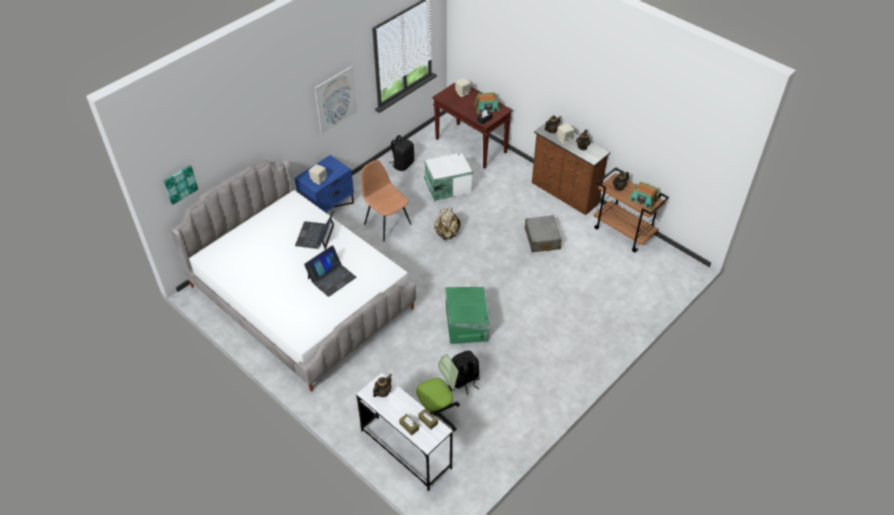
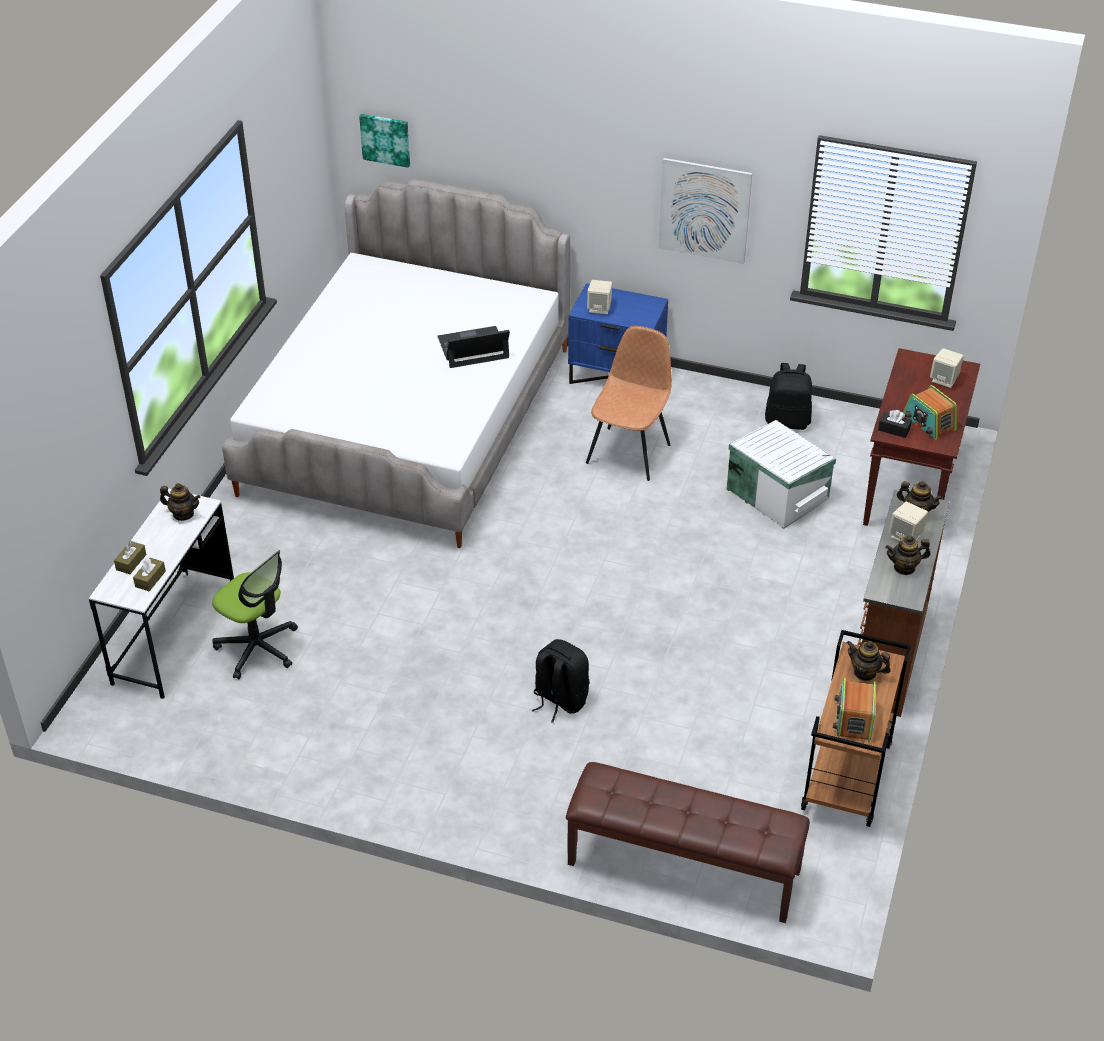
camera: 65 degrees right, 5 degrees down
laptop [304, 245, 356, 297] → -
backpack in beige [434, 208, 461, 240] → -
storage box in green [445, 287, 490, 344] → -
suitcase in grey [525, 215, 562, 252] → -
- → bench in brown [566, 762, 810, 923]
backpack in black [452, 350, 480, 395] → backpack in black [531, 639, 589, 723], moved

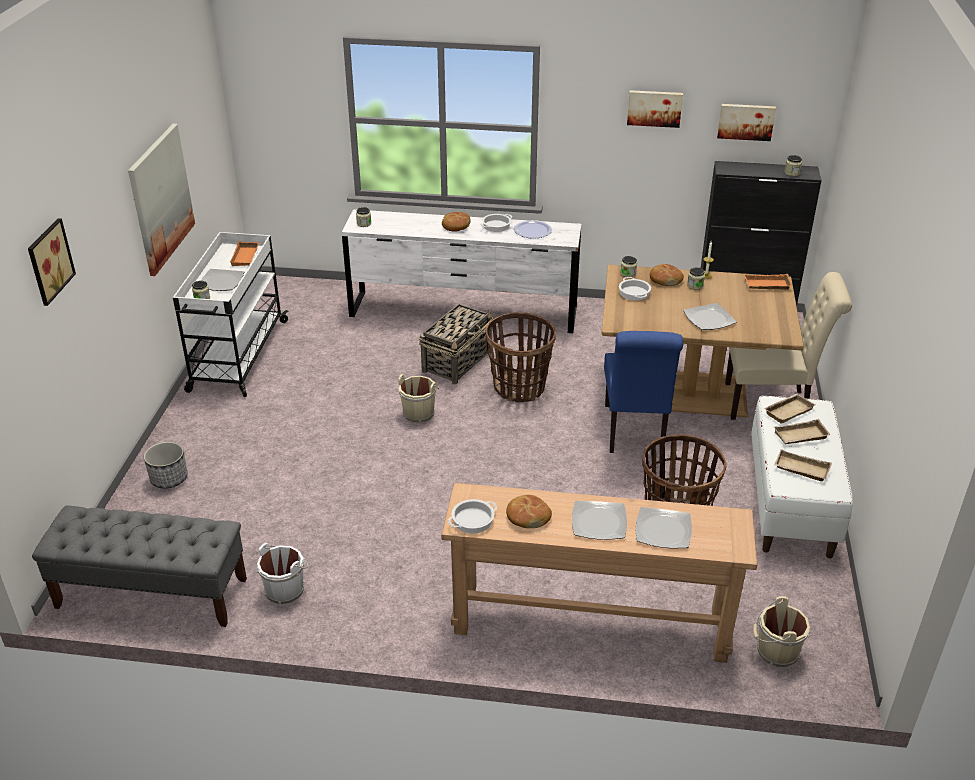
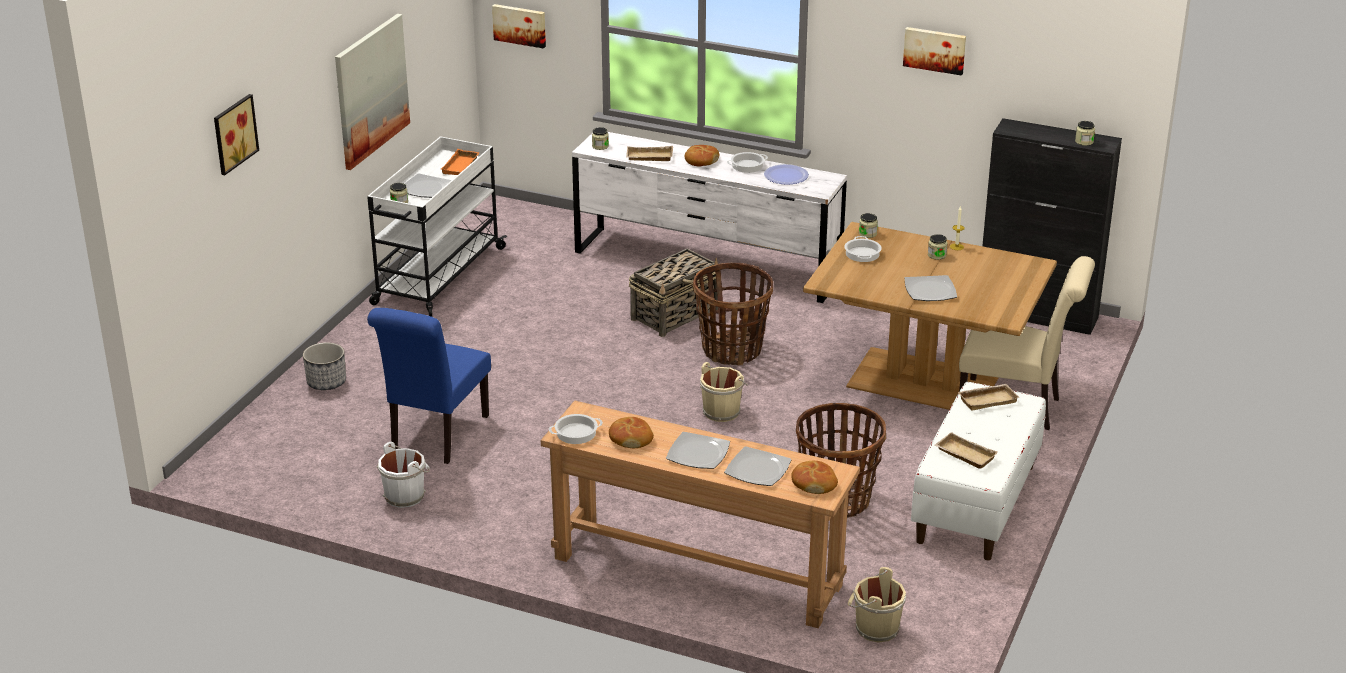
camera: 15 degrees right, 5 degrees down
bench in grey [32, 506, 247, 627] → -
tray in orange [744, 274, 792, 290] → -
bucket in beige [398, 374, 439, 423] → bucket in beige [700, 362, 748, 422], moved
chair in blue [604, 331, 683, 454] → chair in blue [367, 308, 491, 464], moved
bread [650, 264, 684, 286] → bread [791, 461, 838, 494], moved
picture [717, 104, 776, 141] → picture [492, 4, 546, 49], moved
tray in beige [774, 419, 831, 444] → tray in beige [626, 146, 673, 161], moved

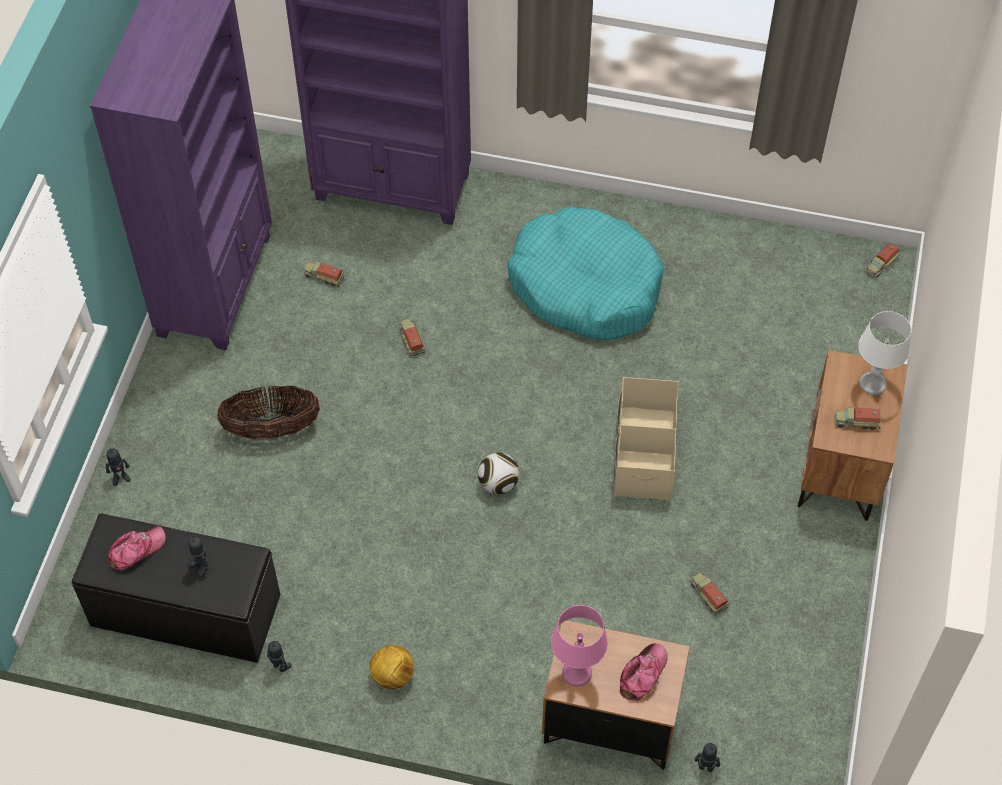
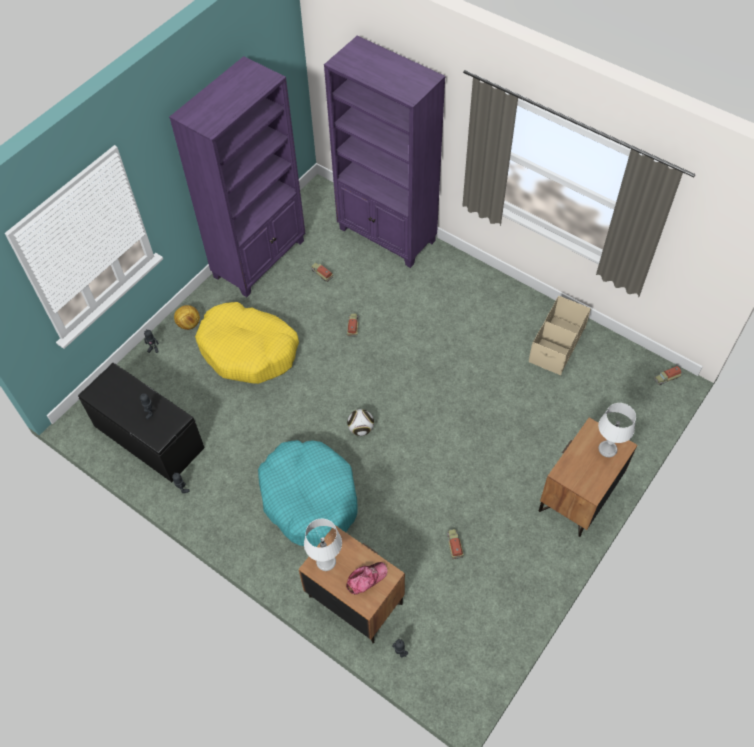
camera: 25 degrees right, 0 degrees up
cap [108, 526, 166, 571] → -
toy truck [834, 407, 881, 430] → -
football [370, 645, 414, 689] → football [174, 305, 200, 330], moved
dog bed in turquoise [507, 207, 664, 340] → dog bed in turquoise [258, 440, 358, 547], moved
storage box in beige [614, 377, 679, 500] → storage box in beige [529, 296, 591, 375], moved
basket [217, 385, 320, 439] → dog bed in yellow [195, 302, 299, 384]
table lamp in pink [551, 605, 608, 686] → table lamp in white [304, 519, 342, 571]

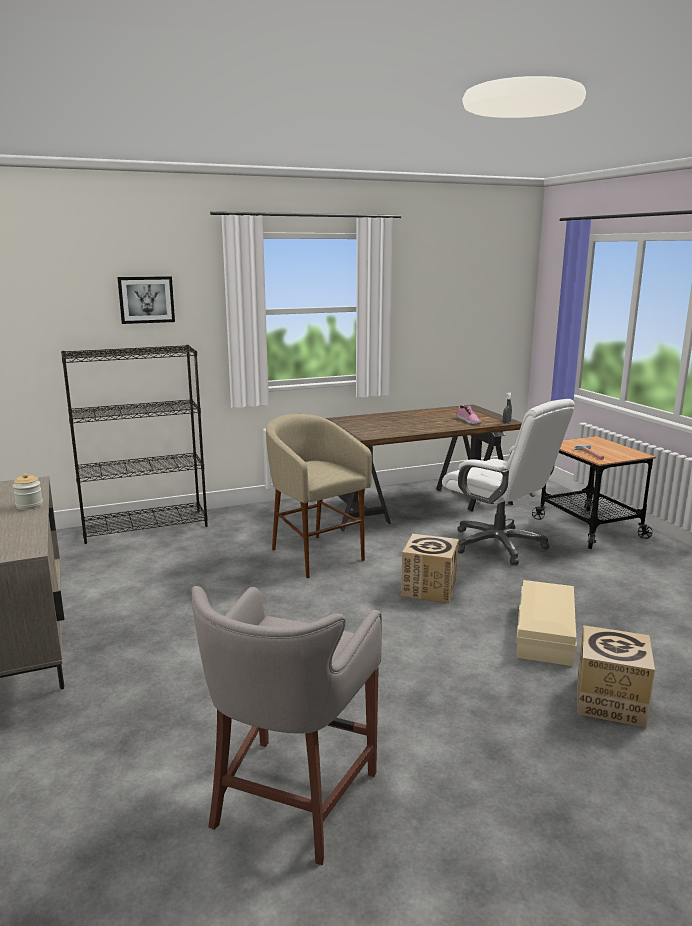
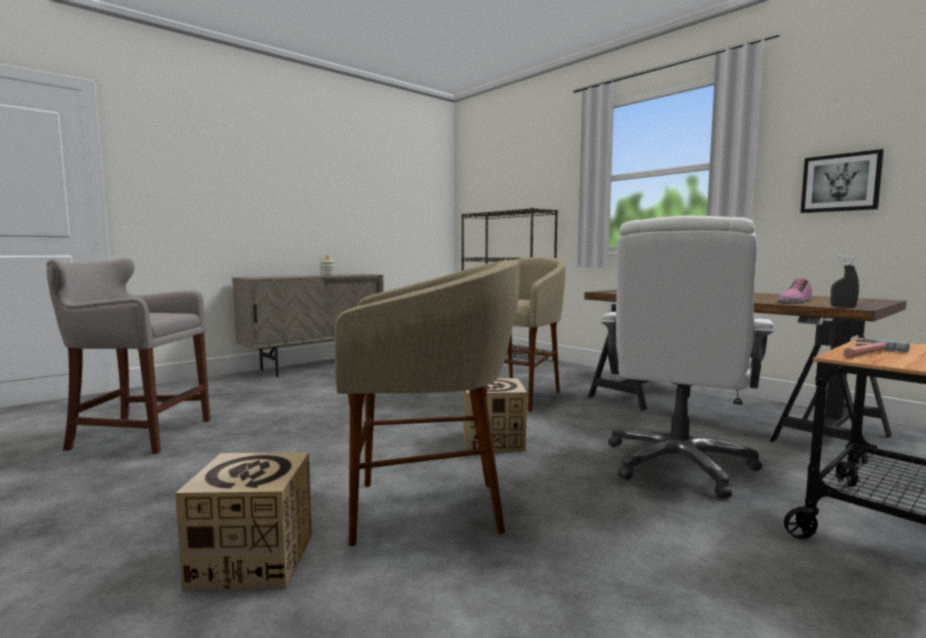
camera: 70 degrees right, 10 degrees down
picture [117, 276, 175, 324] → picture [800, 149, 884, 213], moved
storage box in beige [516, 580, 577, 666] → stool in beige [335, 260, 520, 546]

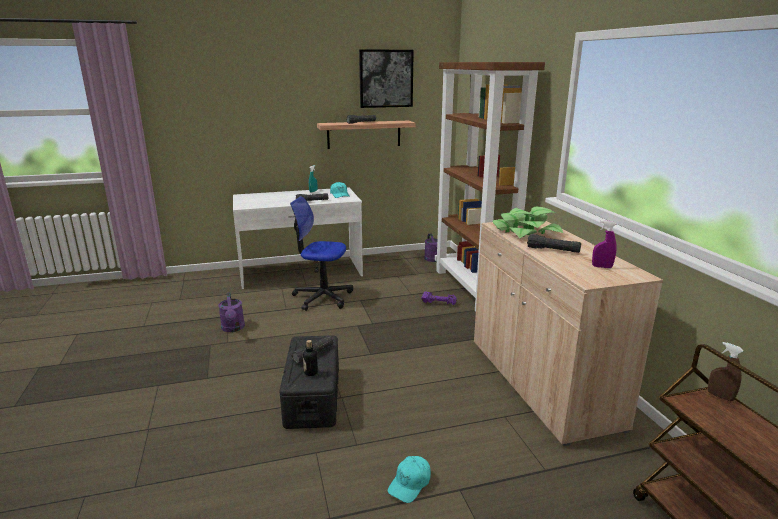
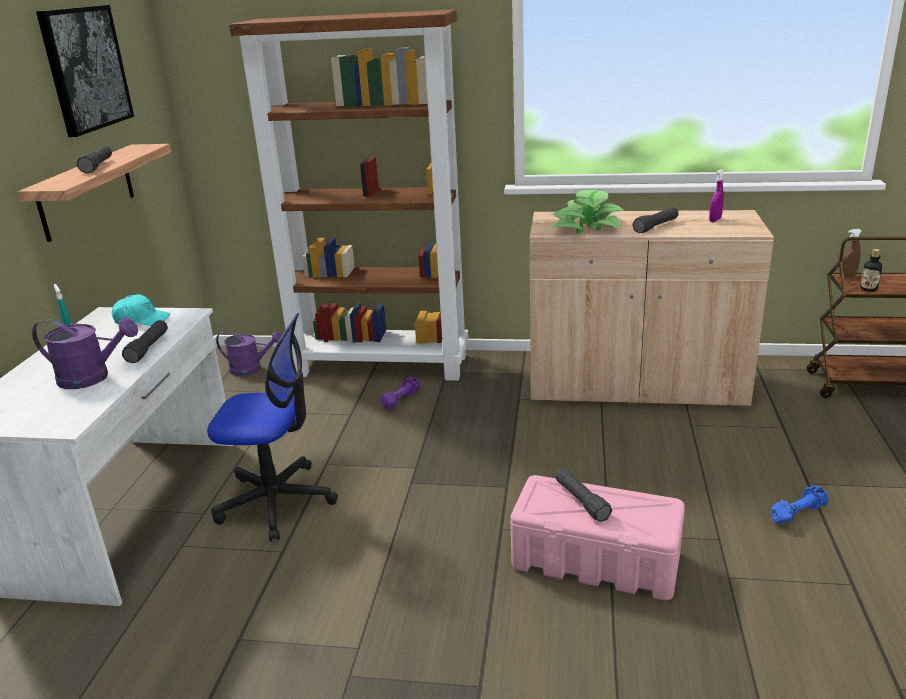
camera: 65 degrees left, 5 degrees up
watering can in purple [218, 292, 245, 332] → watering can in purple [32, 317, 138, 389], moved
bottle [303, 340, 318, 376] → bottle [860, 249, 882, 292], moved
cap in turquoise [388, 456, 431, 503] → dumbbell in blue [771, 485, 828, 525]
storage box in black [279, 335, 339, 429] → storage box in pink [510, 475, 685, 600]
office chair [290, 196, 353, 311] → office chair [207, 313, 338, 542], 120 degrees counterclockwise

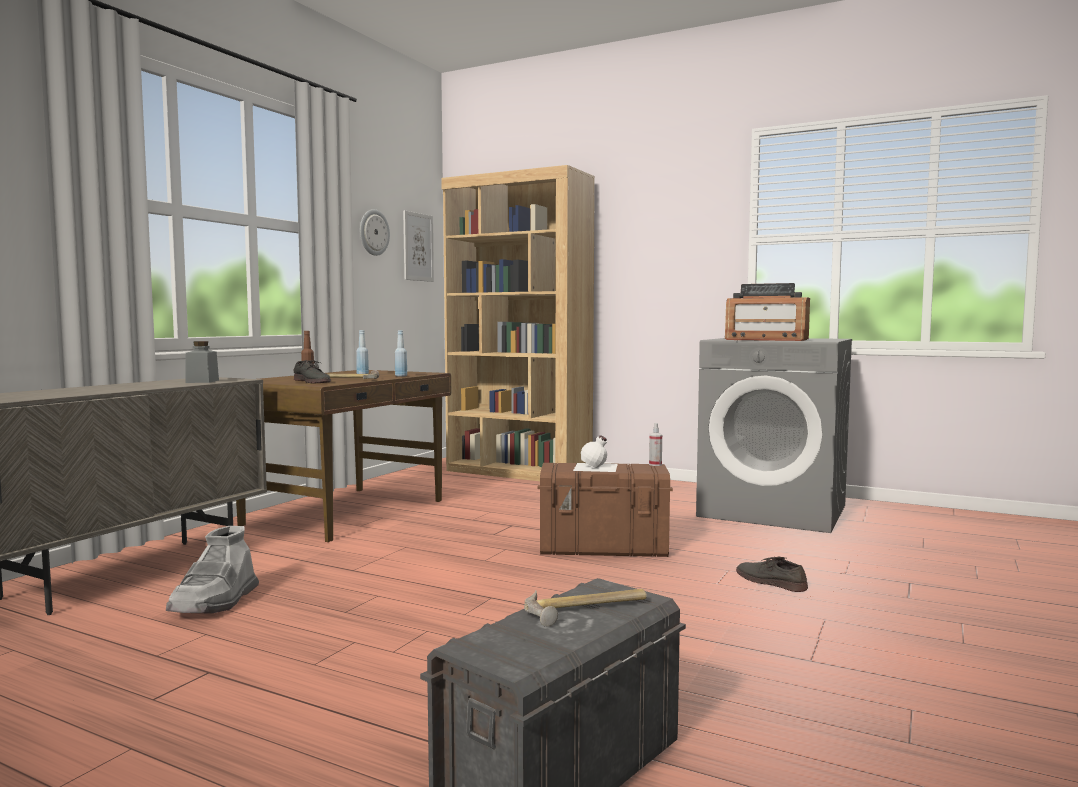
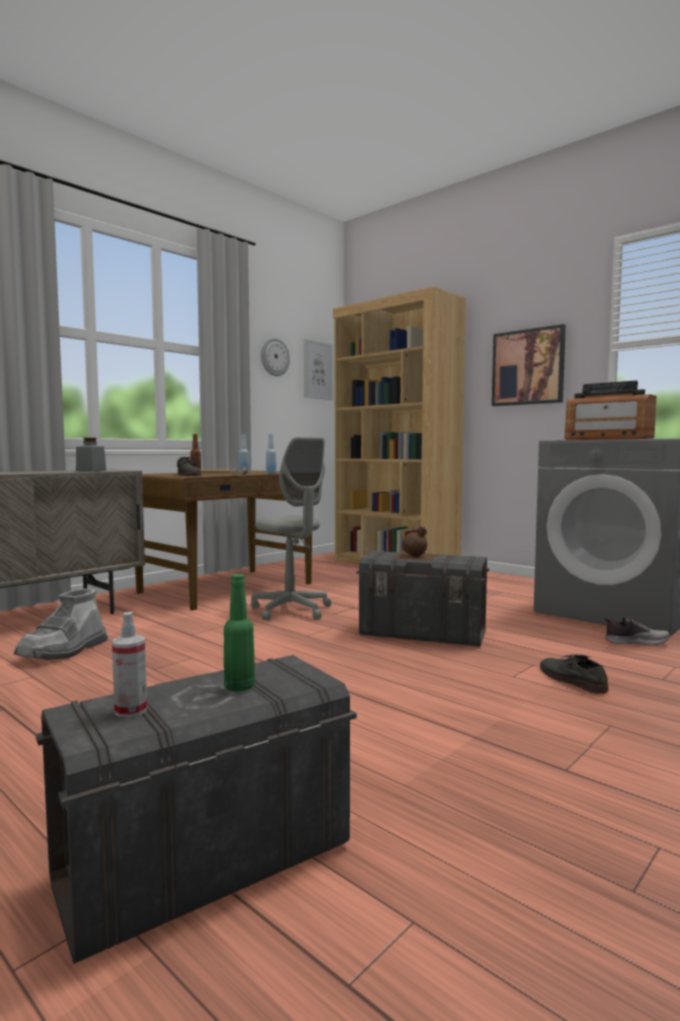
camera: 15 degrees right, 0 degrees up
- → office chair in grey [251, 437, 331, 621]
- → picture [492, 324, 566, 406]
- → shoe [605, 617, 670, 646]
spray bottle [649, 423, 662, 466] → spray bottle [112, 612, 147, 718], moved
hammer [524, 588, 647, 627] → bottle in green [224, 574, 255, 691]
storage box in brown [538, 463, 673, 557] → storage box in grey [356, 551, 489, 647]
bottle in white [573, 435, 618, 472] → bottle in brown [393, 526, 439, 561]

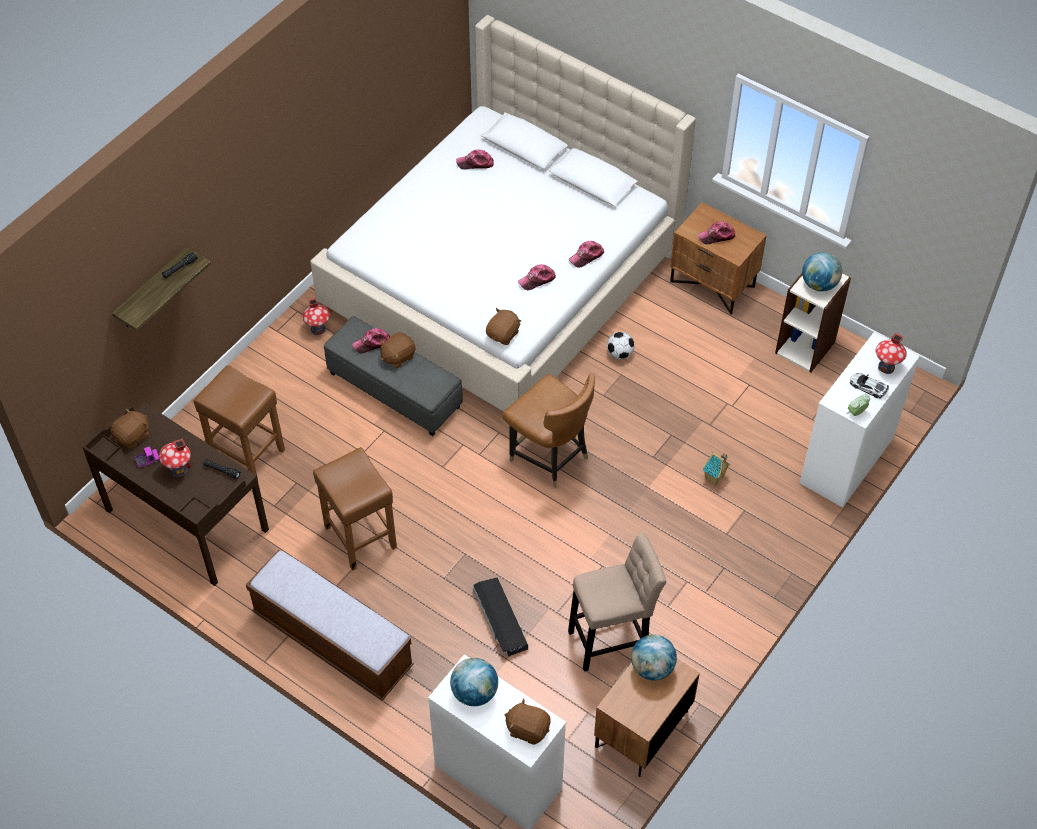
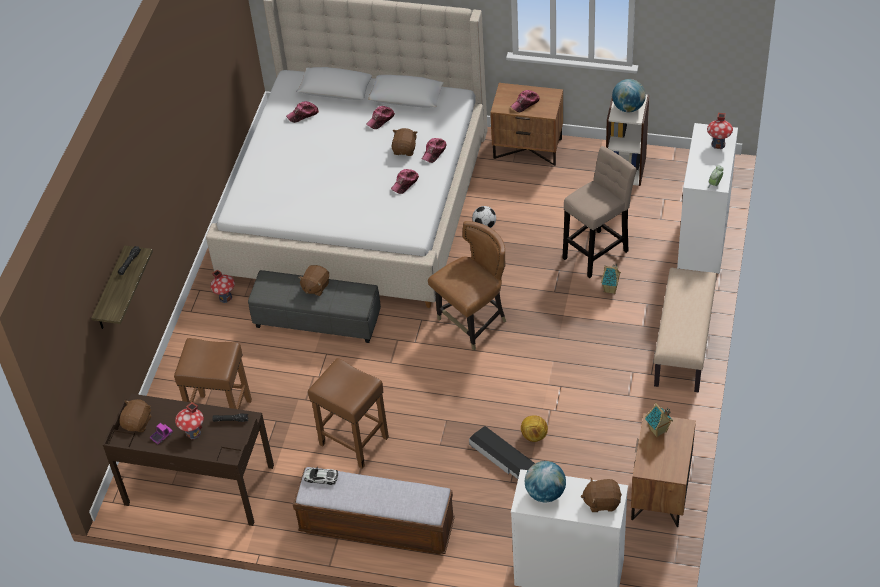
camera: 20 degrees left, 5 degrees down
- → football [521, 415, 548, 442]
- → bench in beige [654, 268, 717, 392]
cap [352, 328, 390, 353] → cap [366, 106, 395, 129], moved
plush toy in brown [486, 308, 521, 345] → plush toy in brown [392, 128, 417, 156], moved
stool in beige [568, 533, 666, 672] → stool in beige [562, 146, 637, 278], moved
toy car [850, 373, 889, 399] → toy car [303, 467, 338, 485], moved
globe [631, 635, 677, 680] → toy house [645, 403, 673, 438]
chair in brown [502, 373, 595, 488] → chair in brown [428, 221, 506, 350], 60 degrees counterclockwise

